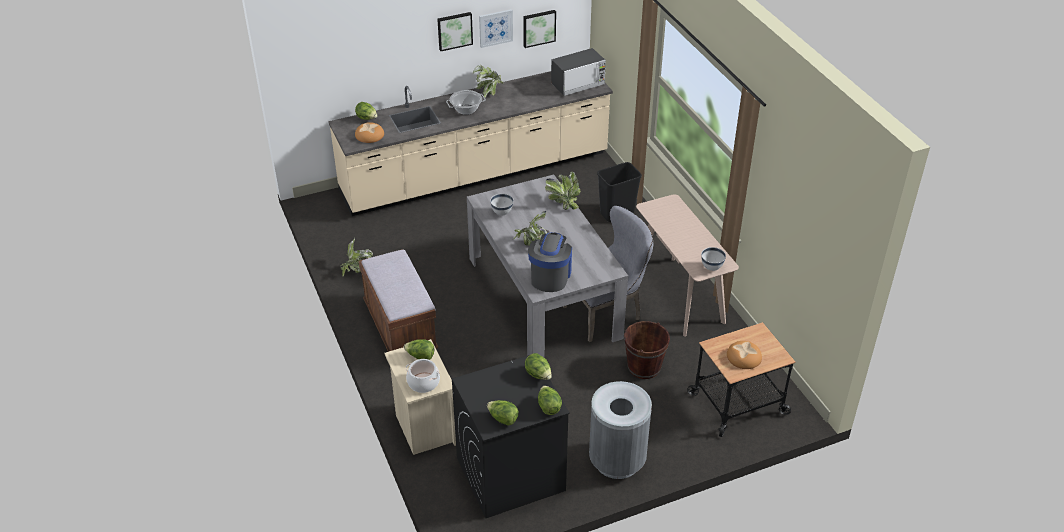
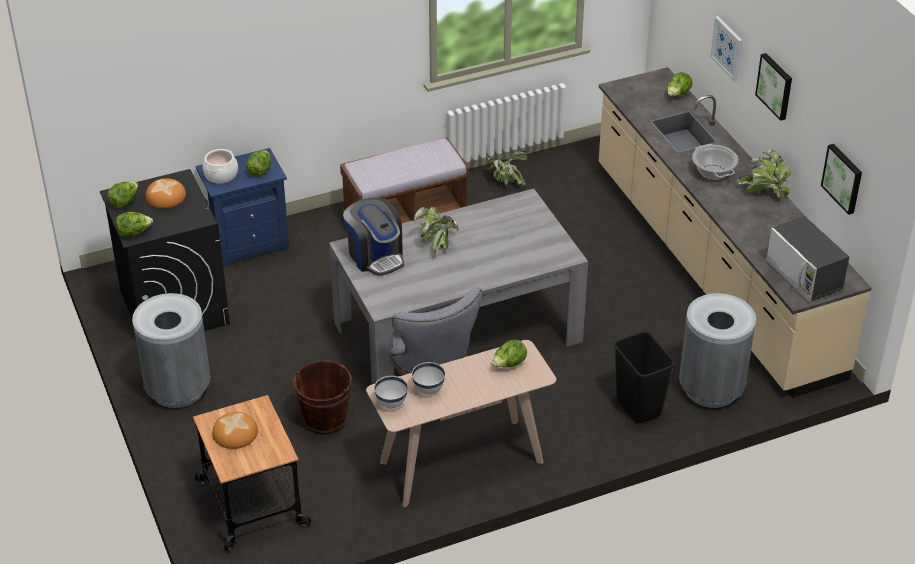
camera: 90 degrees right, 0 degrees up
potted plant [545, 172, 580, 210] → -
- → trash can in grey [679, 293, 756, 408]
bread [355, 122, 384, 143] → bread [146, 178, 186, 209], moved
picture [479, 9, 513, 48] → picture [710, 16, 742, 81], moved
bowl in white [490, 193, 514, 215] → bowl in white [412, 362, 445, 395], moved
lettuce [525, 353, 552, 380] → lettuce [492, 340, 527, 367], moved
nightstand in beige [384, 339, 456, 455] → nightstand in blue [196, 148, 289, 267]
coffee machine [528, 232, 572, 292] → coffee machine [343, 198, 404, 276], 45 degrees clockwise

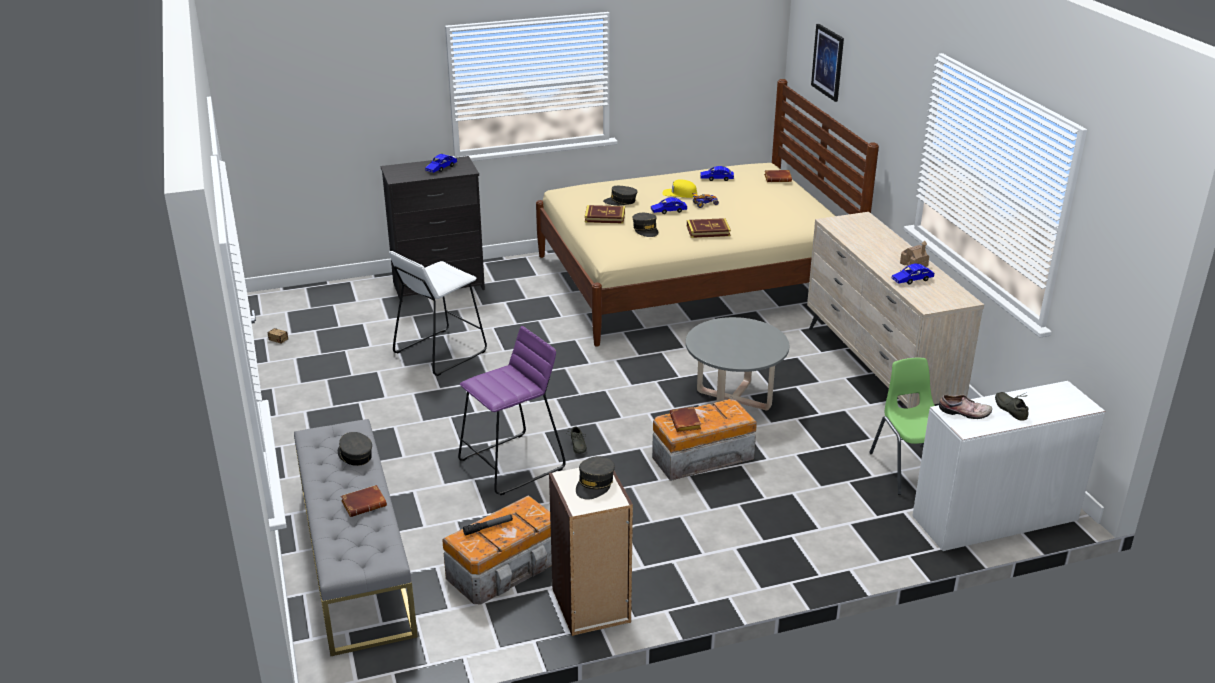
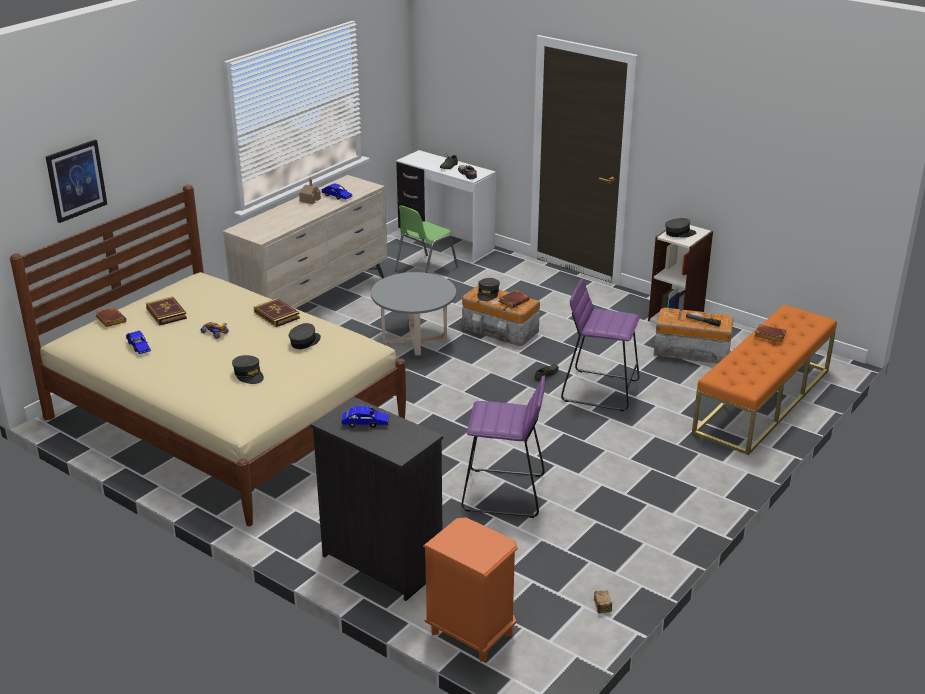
camera: 125 degrees left, 0 degrees up
toy car in blue [651, 197, 687, 214] → -
cap in yellow [662, 179, 697, 198] → -
- → nightstand in orange [423, 517, 518, 662]
cap in grey [338, 432, 372, 466] → cap in grey [477, 278, 500, 301], moved
book [585, 205, 625, 224] → book [146, 296, 187, 326], moved
bench in grey [294, 419, 418, 656] → bench in orange [692, 304, 837, 455]
stool in white [389, 251, 487, 376] → stool in purple [461, 375, 545, 518]

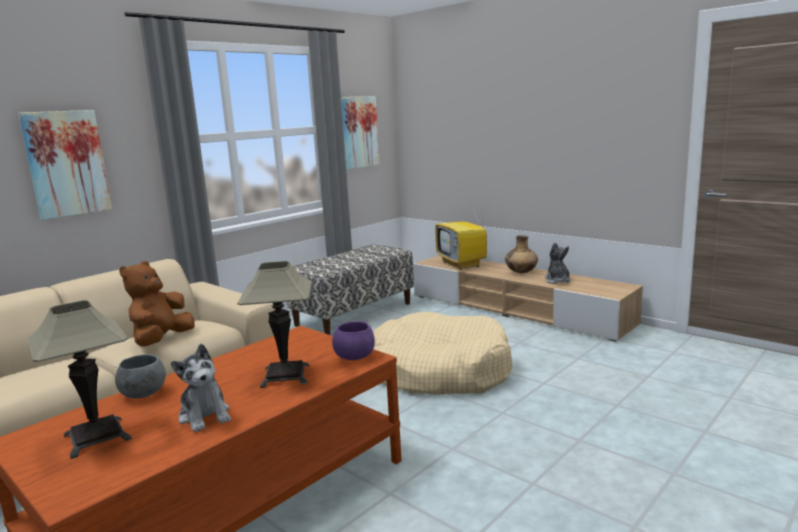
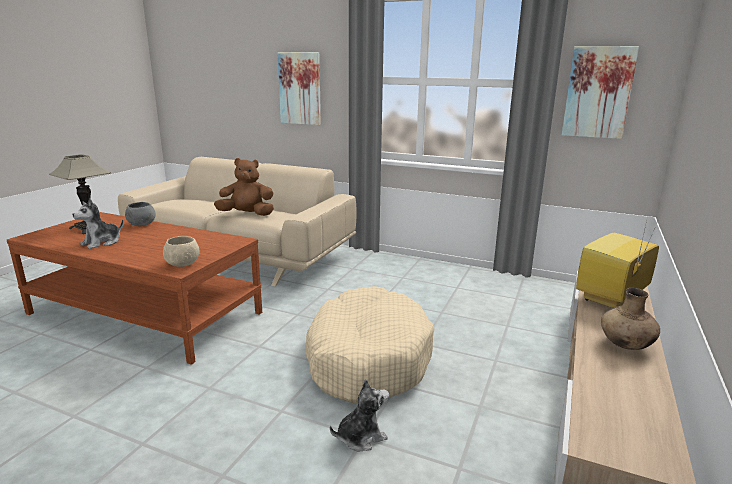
camera: 70 degrees right, 5 degrees up
table lamp [237, 261, 312, 388] → -
bench [287, 244, 414, 335] → -
plush toy [544, 242, 571, 284] → plush toy [330, 379, 389, 452], moved
bowl in purple [332, 321, 375, 360] → bowl in beige [163, 236, 199, 267]

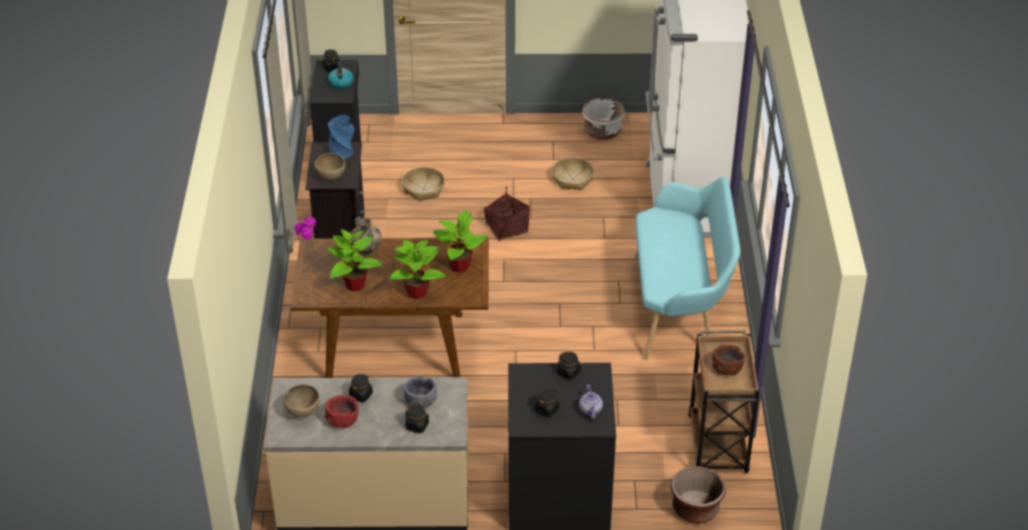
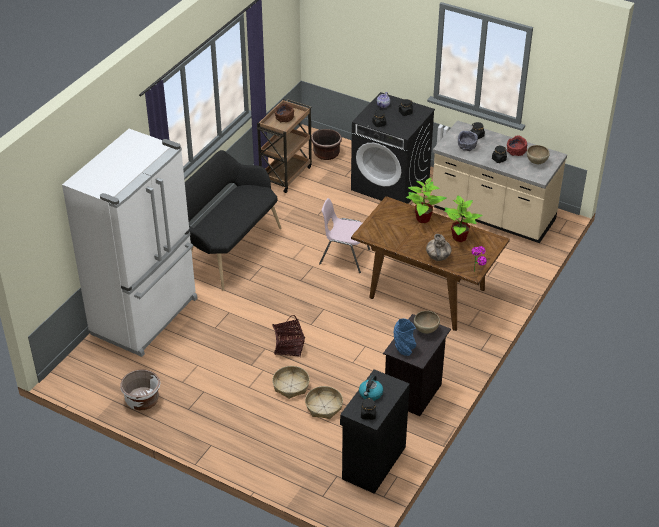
camera: 150 degrees left, 0 degrees up
potted plant [433, 210, 488, 273] → -
- → chair in pink [319, 198, 370, 273]
basket [552, 157, 594, 190] → basket [272, 366, 310, 399], moved
bench in turquoise [635, 176, 740, 360] → bench in black [185, 150, 281, 290]

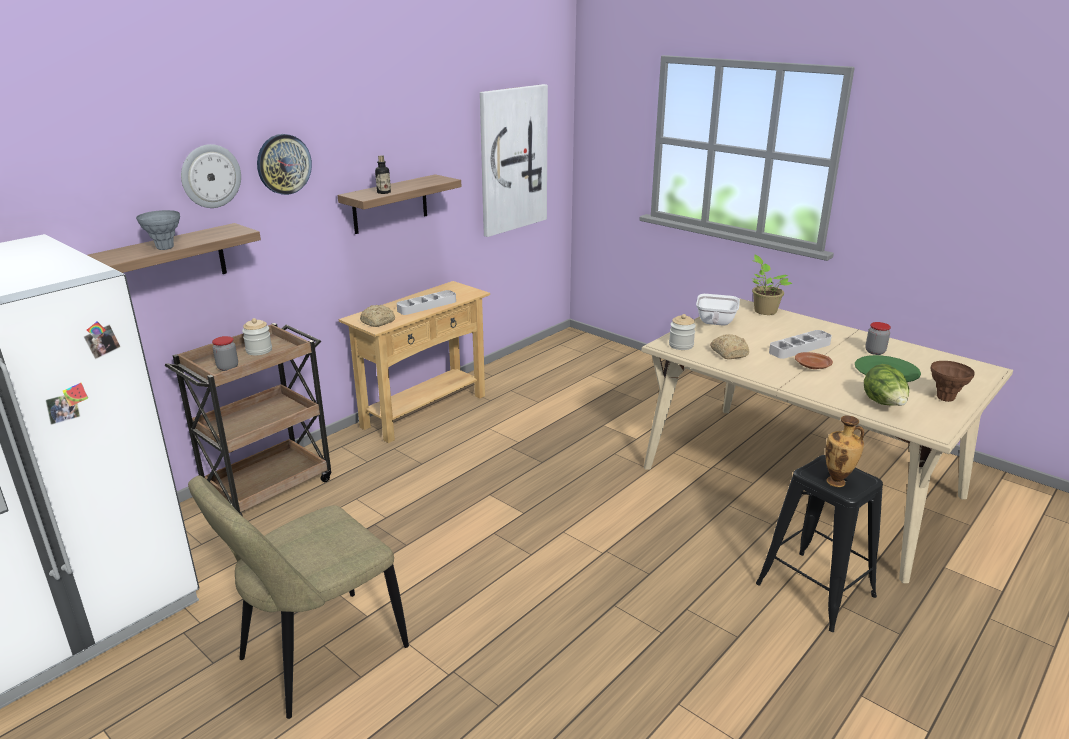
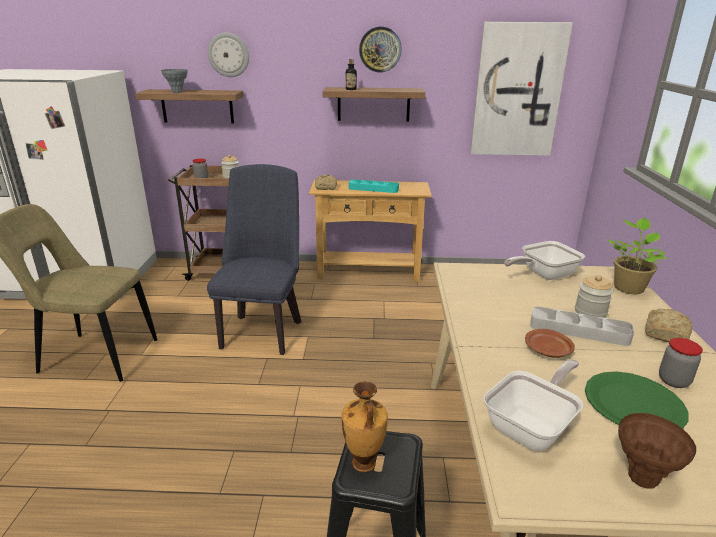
camera: 50 degrees right, 0 degrees up
- → chair in blue [207, 164, 301, 355]
wall clock [257, 134, 312, 195] → wall clock [359, 27, 402, 72], moved
jar [669, 314, 696, 350] → jar [575, 275, 613, 318], moved
bread [710, 334, 749, 359] → bread [645, 309, 693, 342], moved
lettuce [864, 364, 909, 406] → frying pan [484, 359, 583, 451]
tray in grey [397, 290, 456, 315] → tray in turquoise [349, 179, 399, 193]

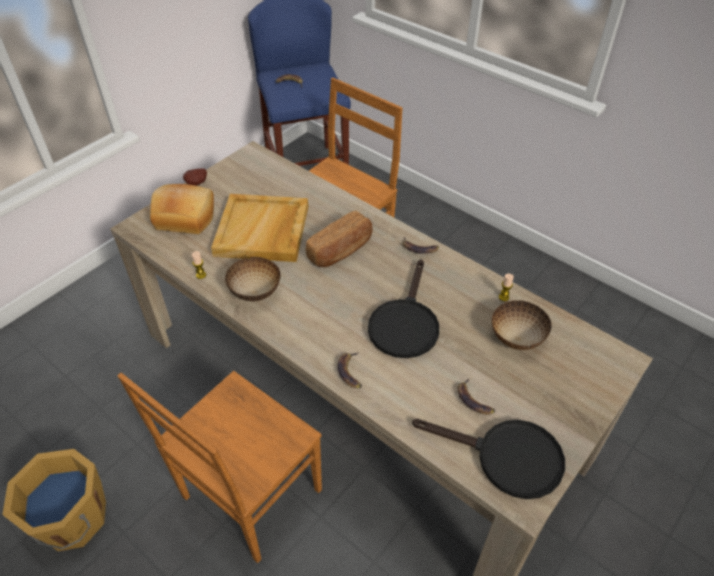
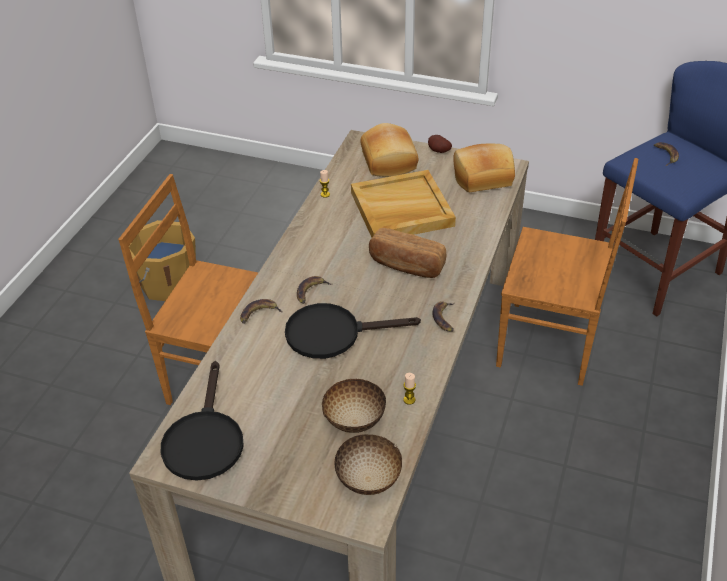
camera: 70 degrees right, 5 degrees down
- → bread [453, 144, 515, 192]
bowl [225, 257, 281, 302] → bowl [335, 434, 402, 495], moved
banana [457, 378, 495, 415] → banana [297, 276, 332, 304], moved

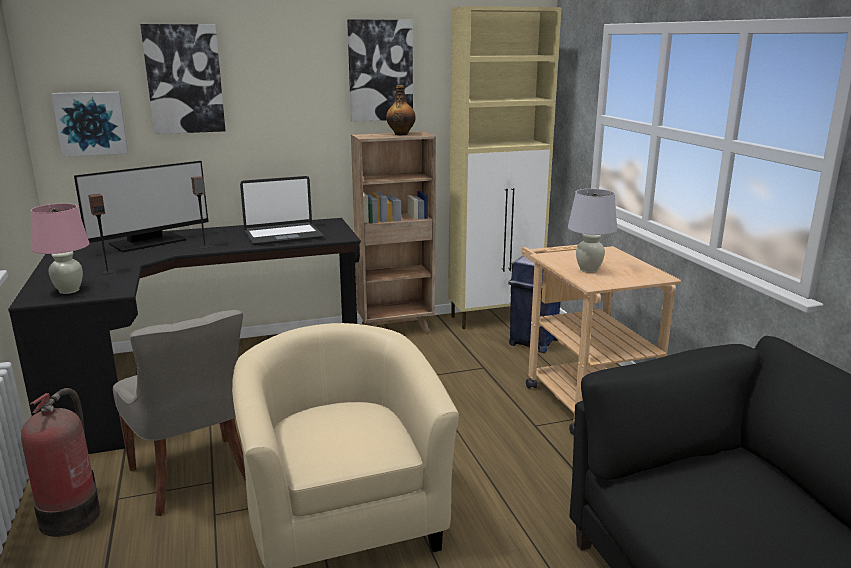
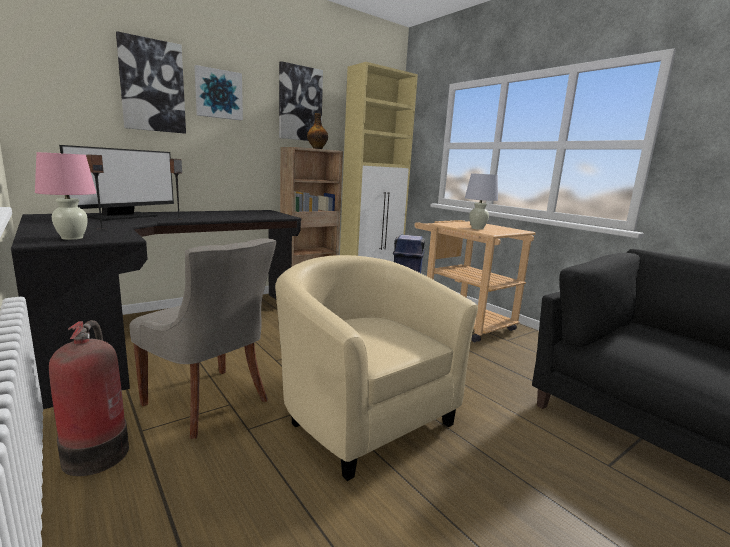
camera: 20 degrees left, 5 degrees down
laptop [240, 176, 324, 246] → -
picture [51, 92, 128, 156] → picture [194, 65, 243, 120], moved

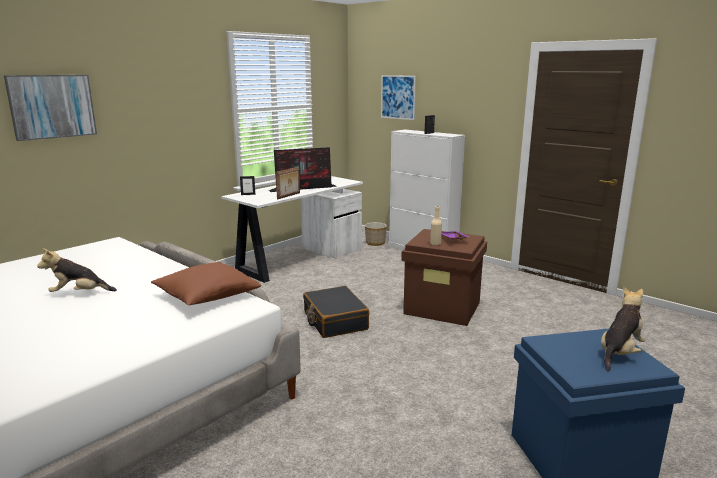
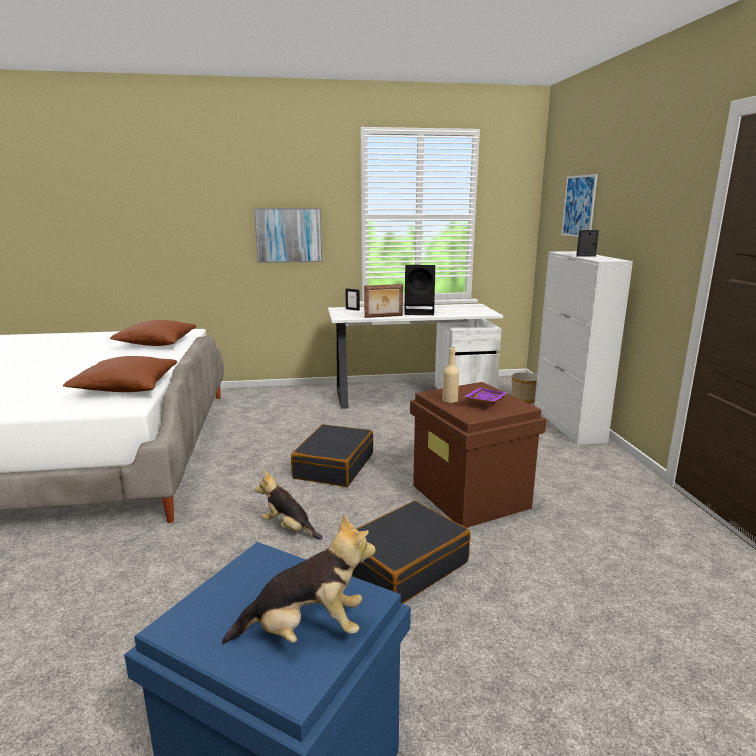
camera: 40 degrees right, 0 degrees up
- → pillow in brown [110, 320, 196, 346]
- → suitcase in black [352, 501, 471, 604]
picture [4, 75, 97, 141] → picture [254, 208, 322, 263], moved
plush toy [37, 248, 117, 292] → plush toy [255, 471, 323, 540], moved
monitor [269, 147, 337, 192] → speaker in black [404, 265, 435, 315]

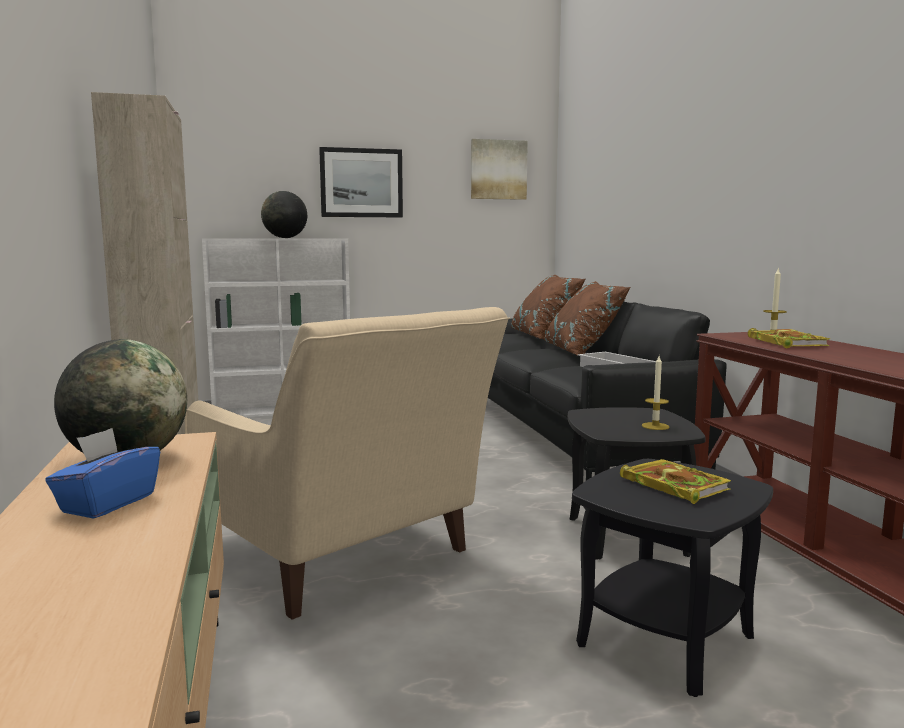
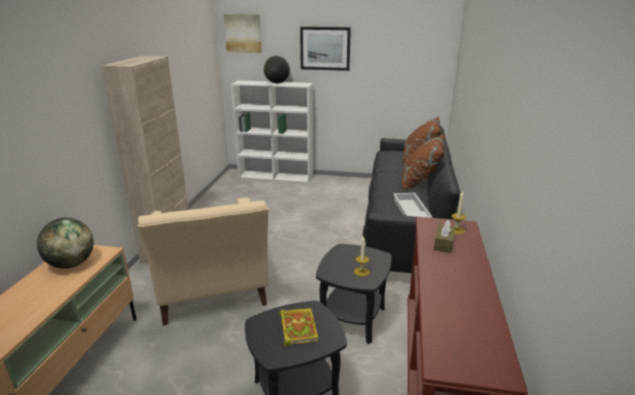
camera: 25 degrees right, 15 degrees up
tissue box in blue [45, 428, 160, 519] → -
picture [471, 139, 528, 200] → picture [224, 14, 261, 53], moved
book [748, 328, 830, 348] → tissue box in brown [434, 220, 455, 253]

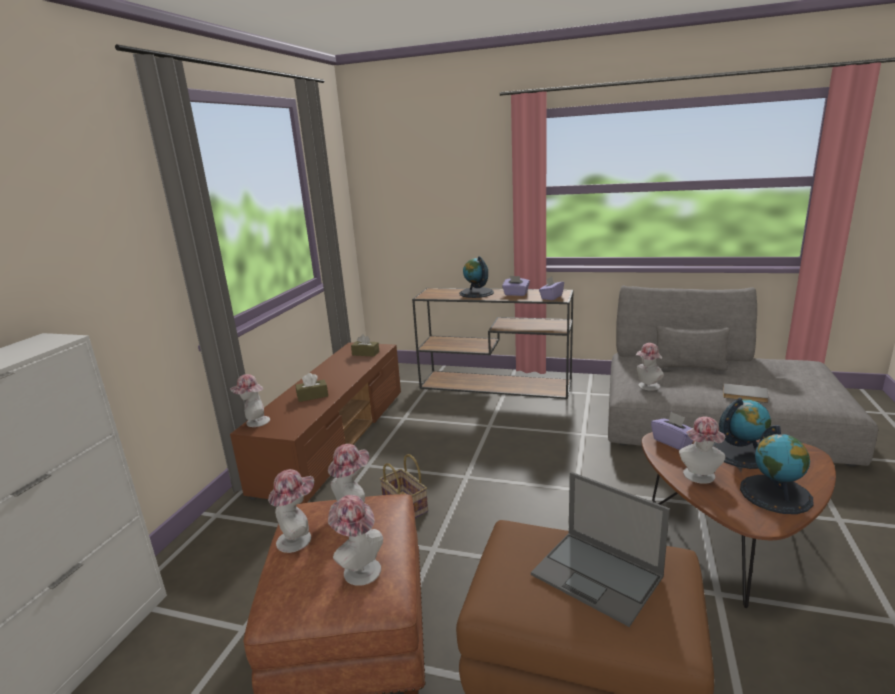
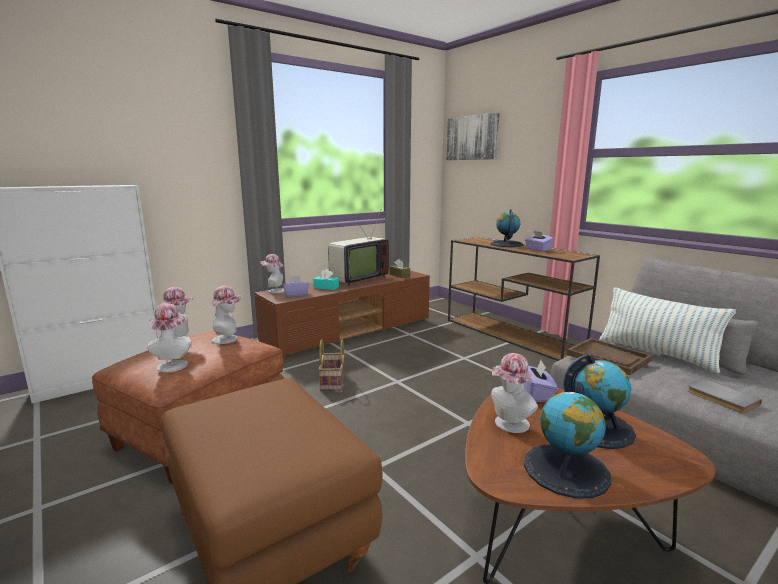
camera: 35 degrees right, 5 degrees down
laptop [531, 472, 670, 627] → -
- → television [328, 210, 389, 286]
- → picture [446, 113, 500, 160]
- → pillow [599, 287, 736, 374]
tissue box in purple [539, 277, 564, 300] → tissue box in purple [283, 275, 309, 297], moved
hat [636, 343, 664, 391] → tray in brown [567, 338, 652, 375]
tissue box in brown [295, 373, 328, 402] → tissue box in turquoise [313, 269, 339, 290]

